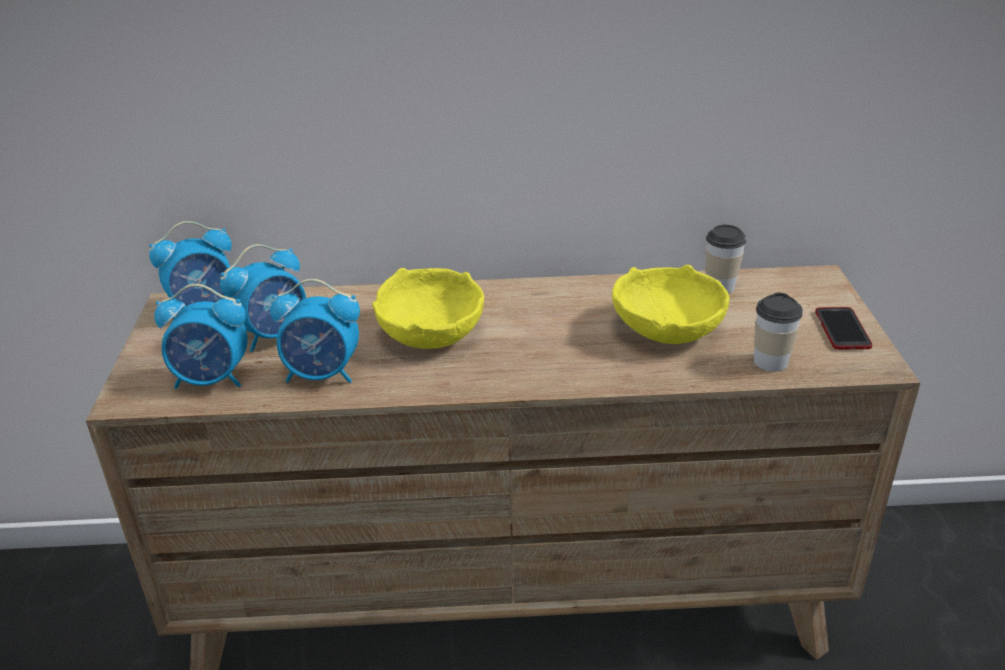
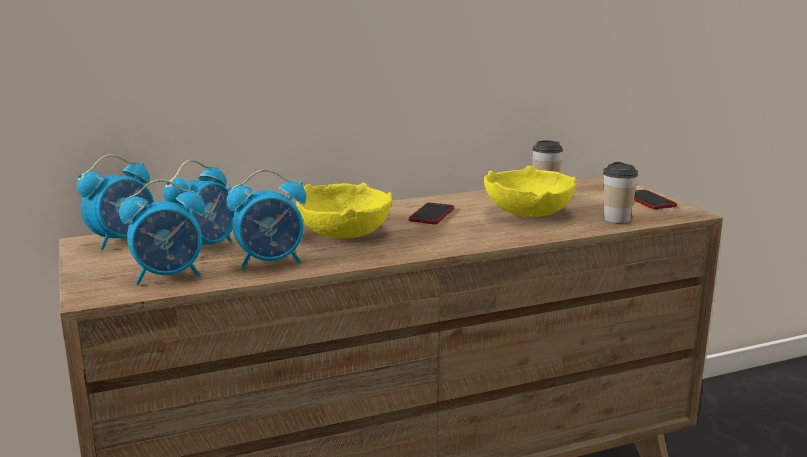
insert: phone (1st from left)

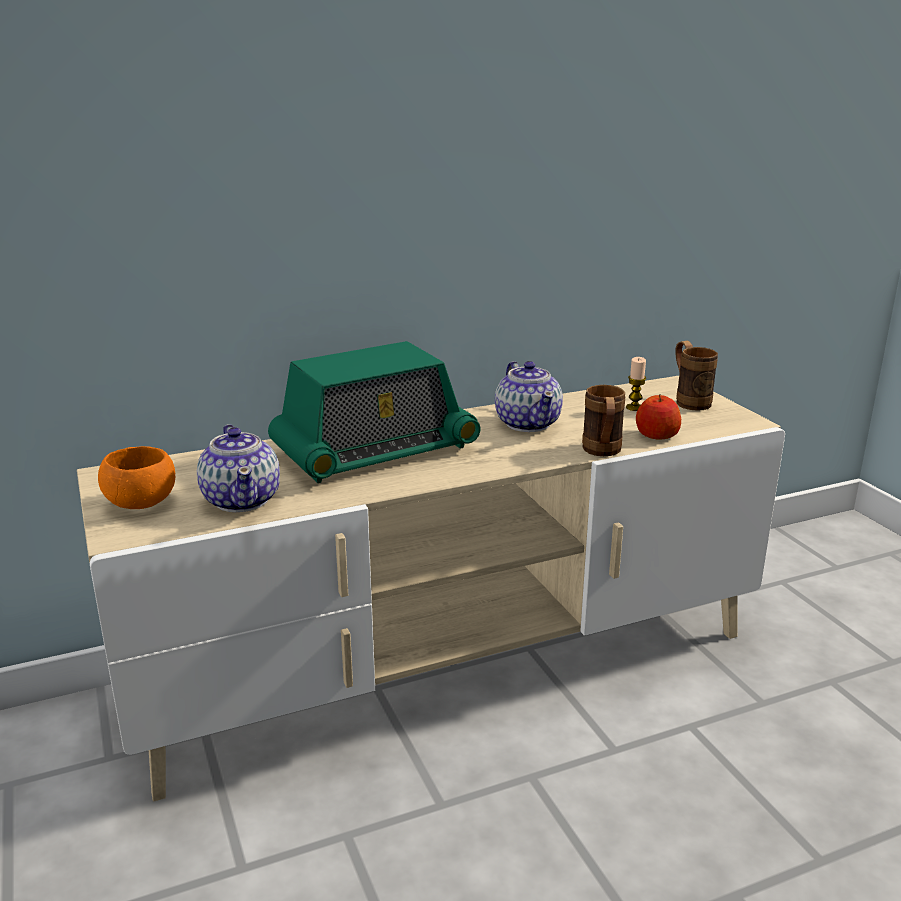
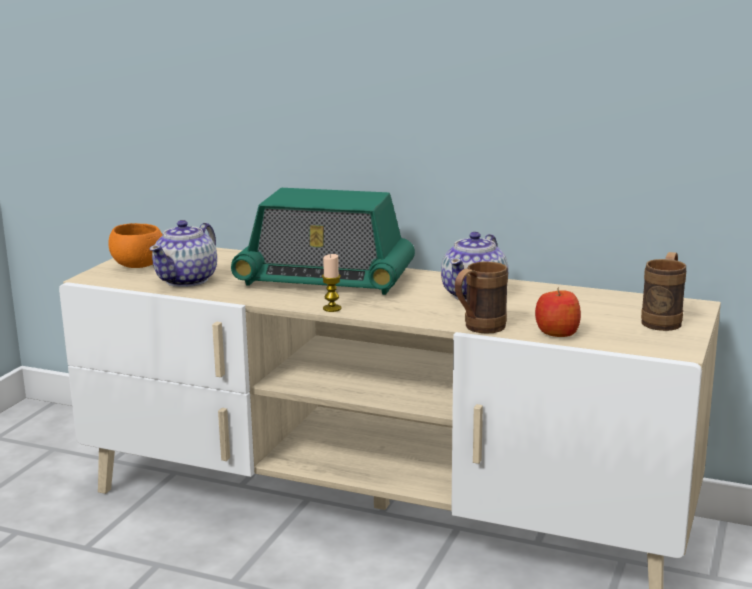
move: candle

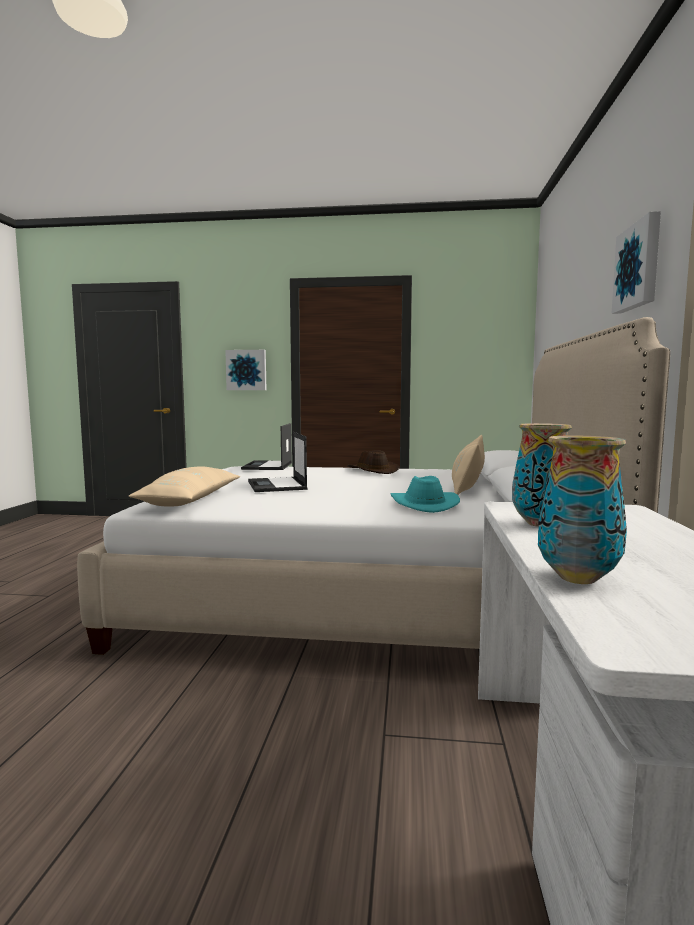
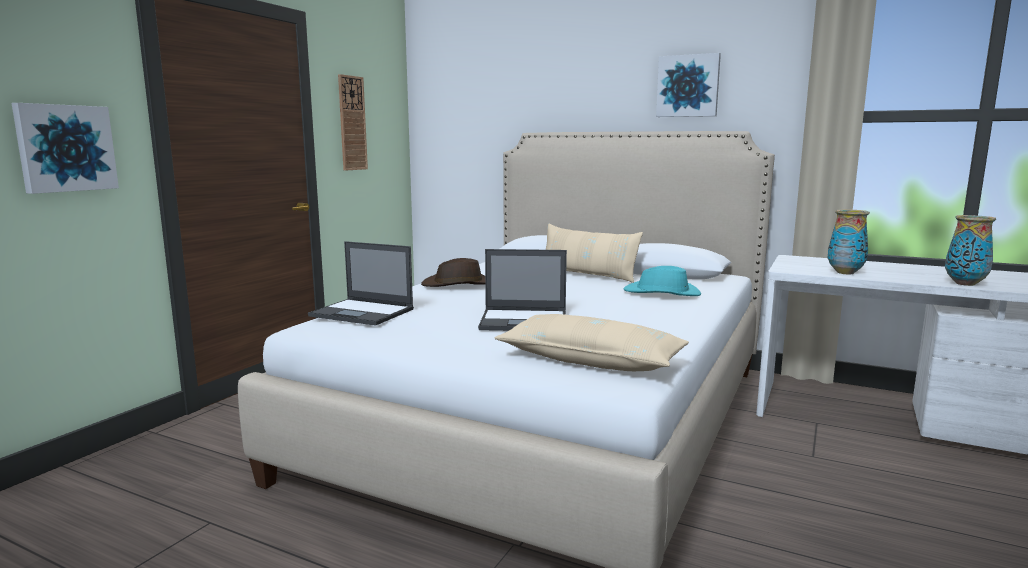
insert: wall clock

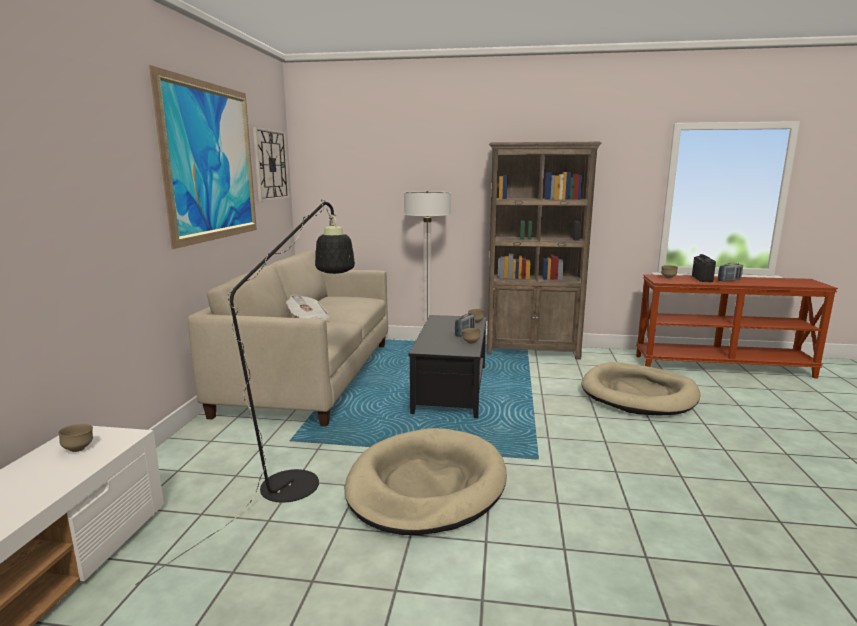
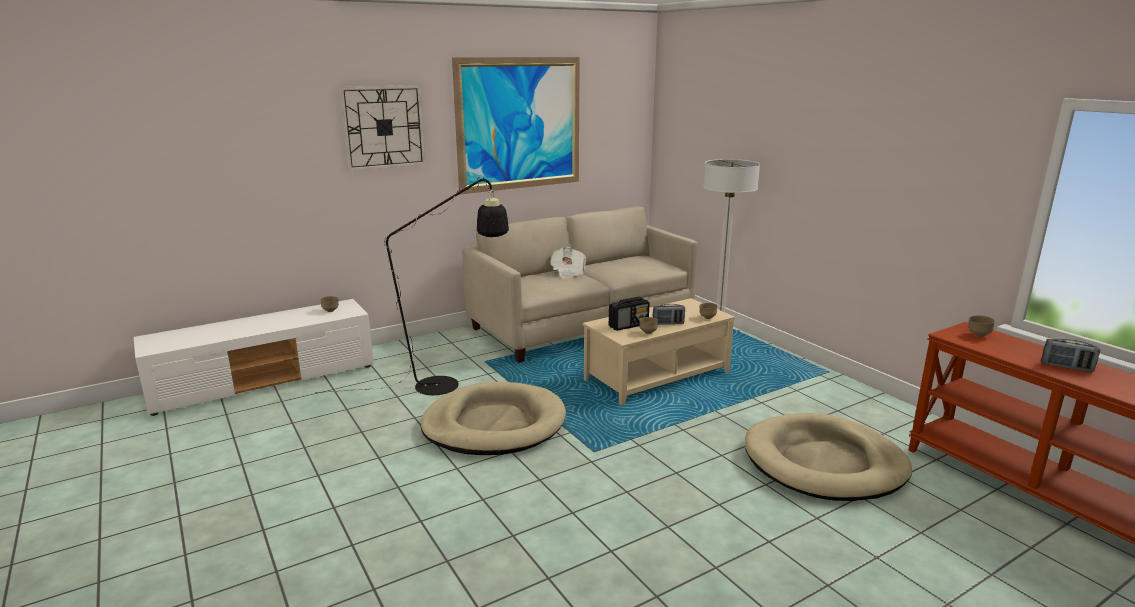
delete: brown bookcase
move: wall clock; radio (2nd from left in the first image) to radio (1st from left)
recolor: black coffee table to beige coffee table

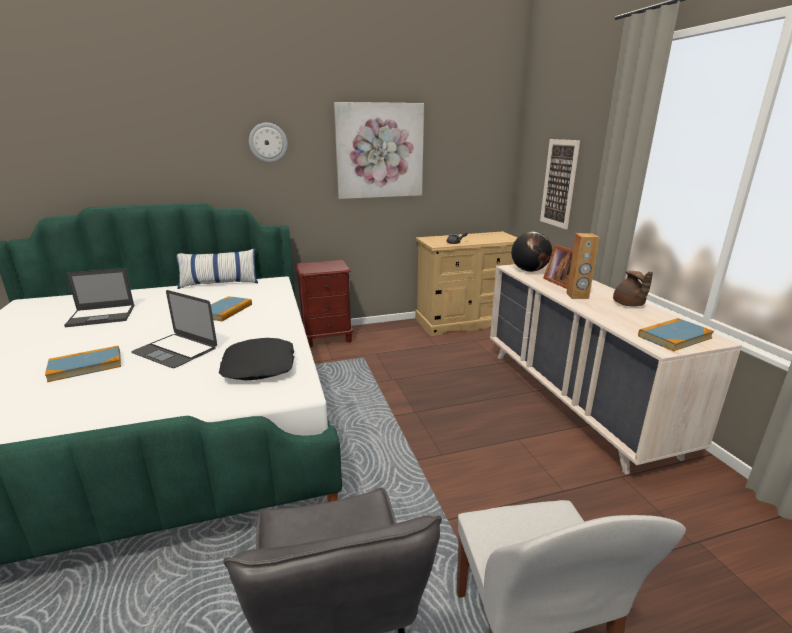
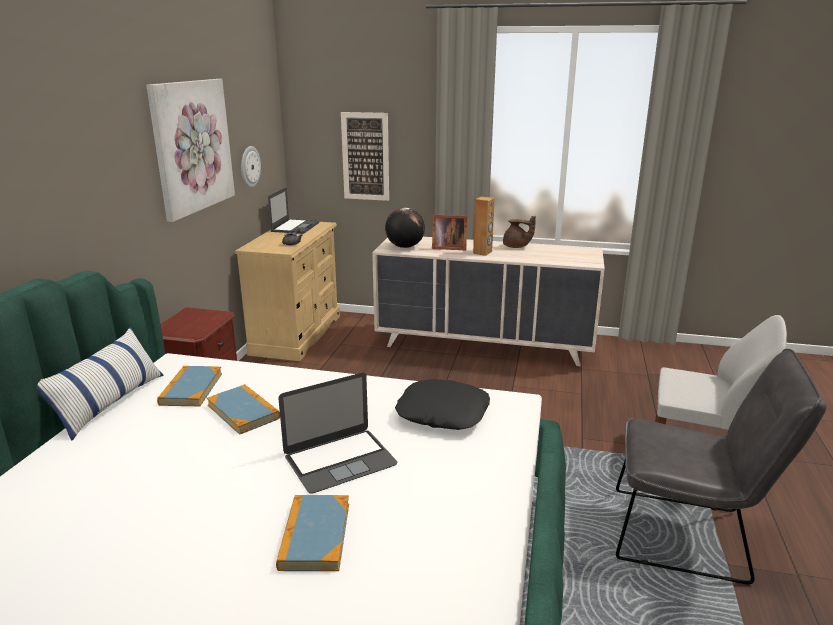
move: laptop (1st from left); wall clock; book (3rd from left in the first image) to book (1st from left)

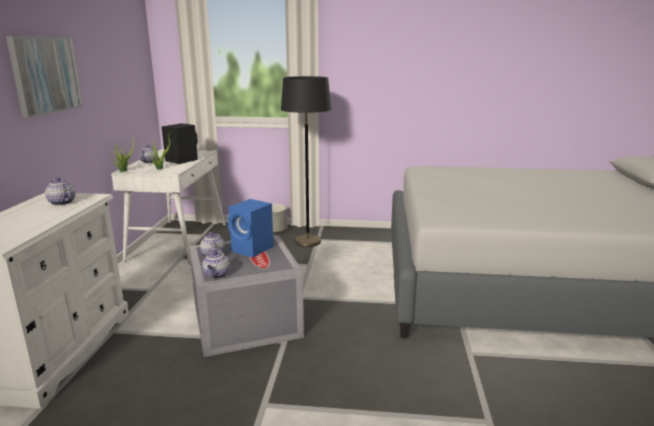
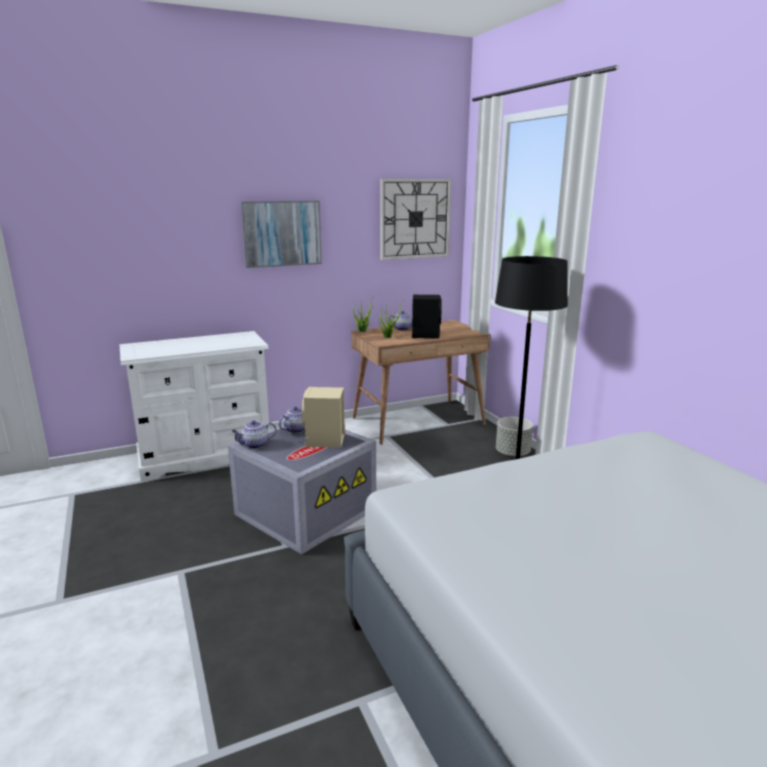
delete: teapot (1st from left)
insert: wall clock
recolor: white desk to brown desk; blue speaker to beige speaker

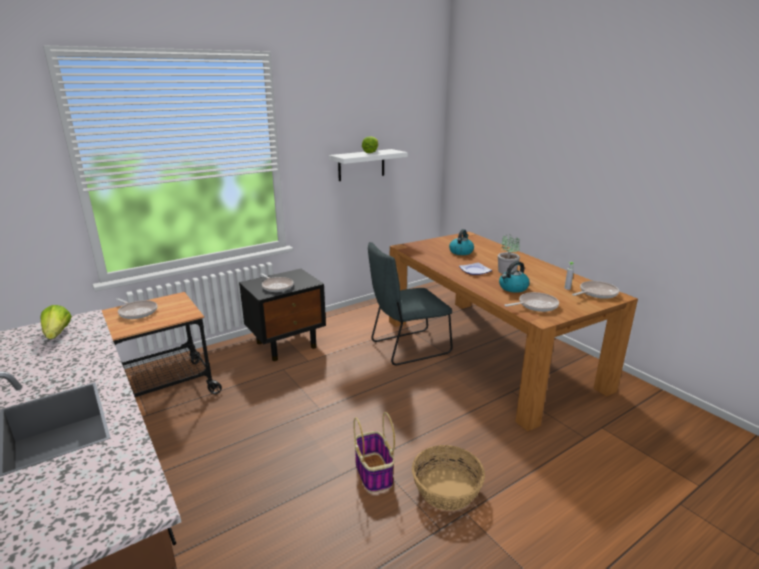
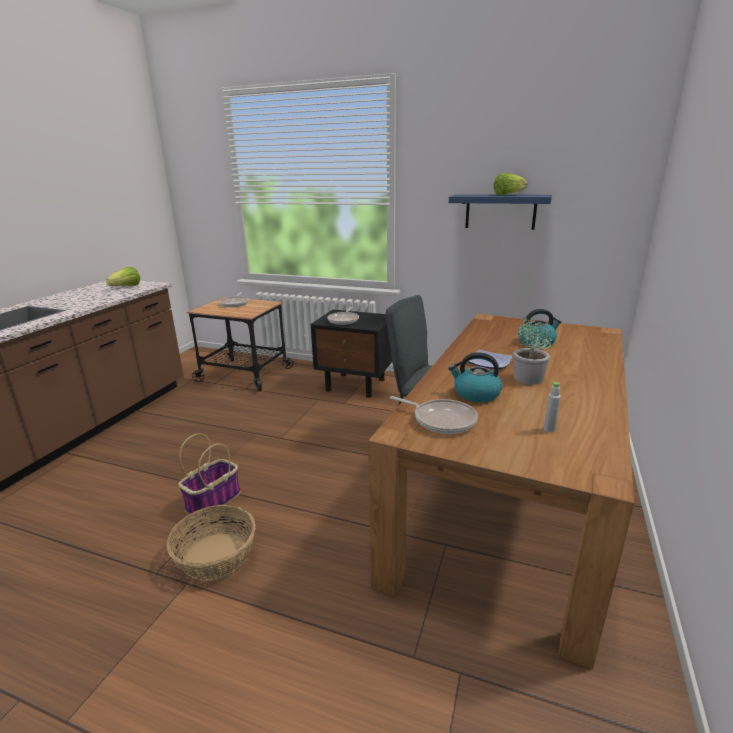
delete: frying pan (4th from left)
recolor: white shelf to blue shelf

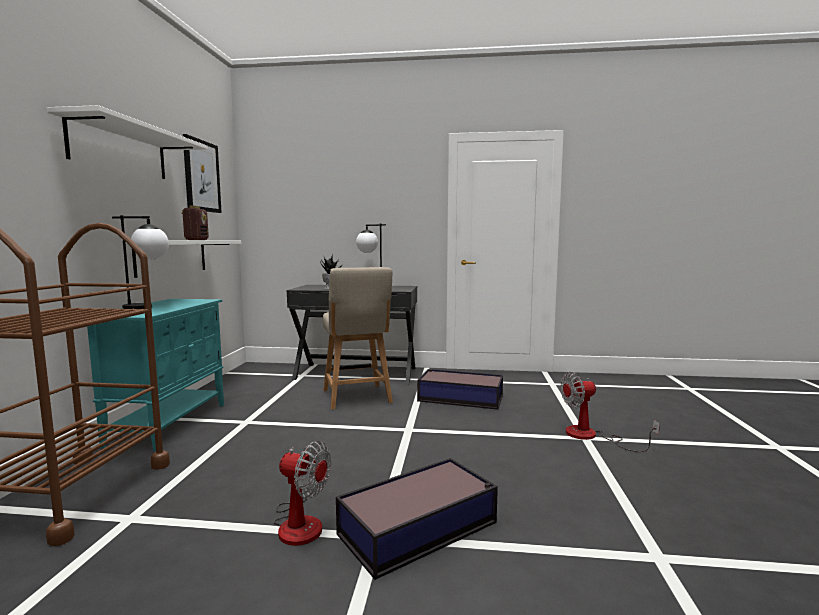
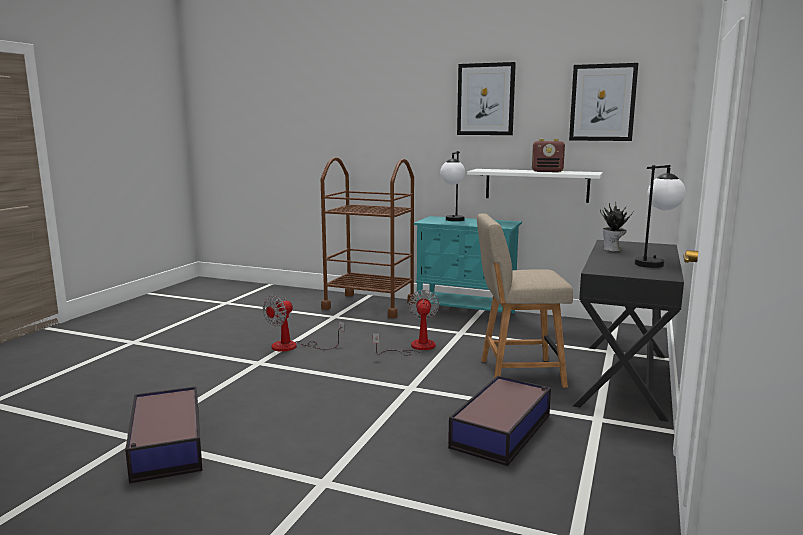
move: storage box (1st from left); fan (2nd from left)
replace: white shelf (1st from left) to picture (1st from left)

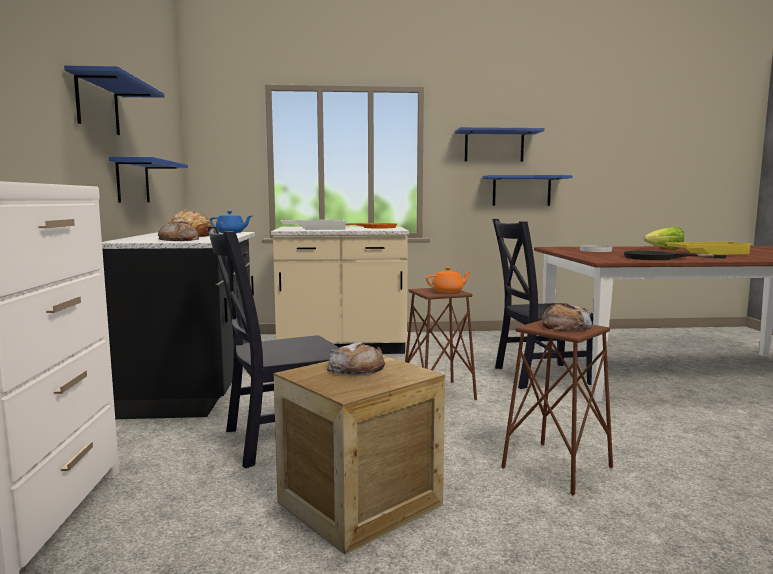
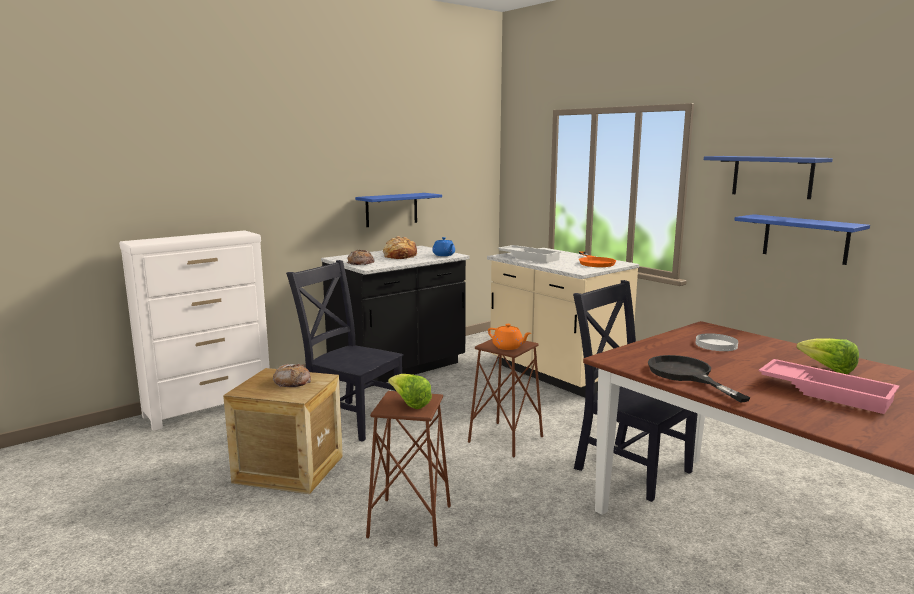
delete: blue shelf (1st from left)
replace: bread (4th from left) to lettuce (1st from left)
recolor: yellow tray to pink tray

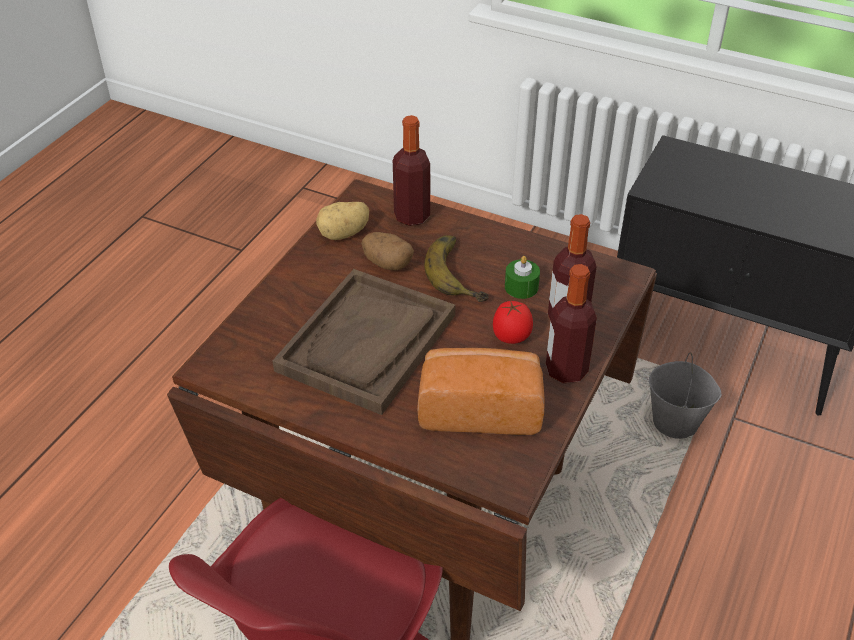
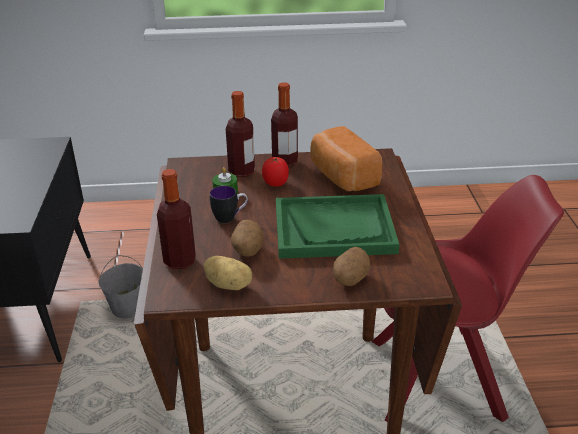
insert: potato (3rd from left)
replace: banana to mug
recolor: brown tray to green tray

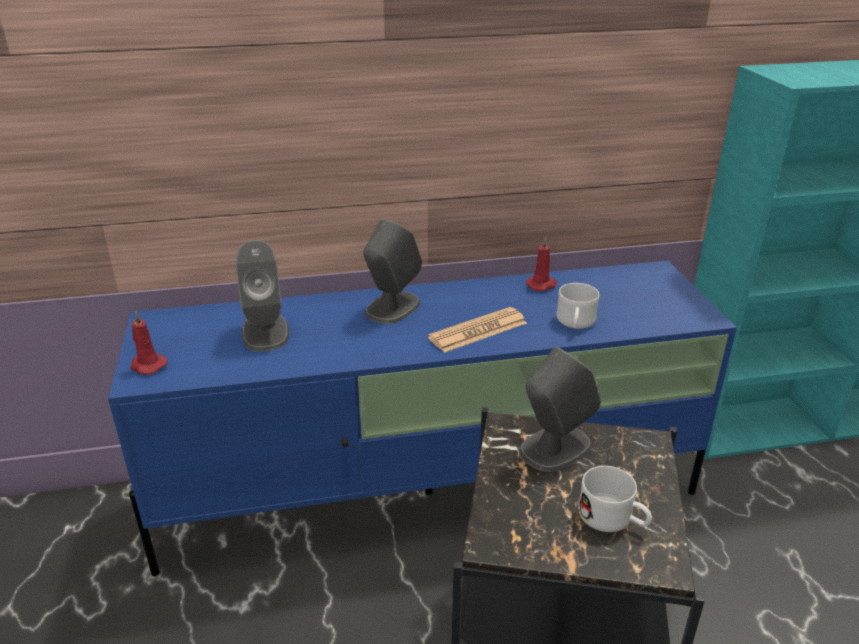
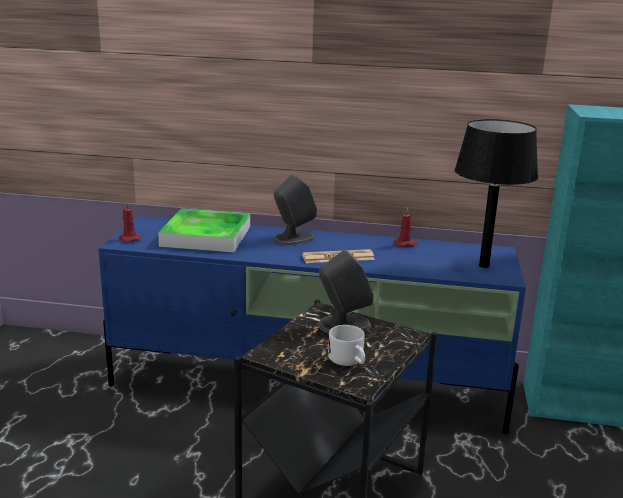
delete: white mug (1st from left)
insert: black table lamp
replace: grey speaker (1st from left) to tray

